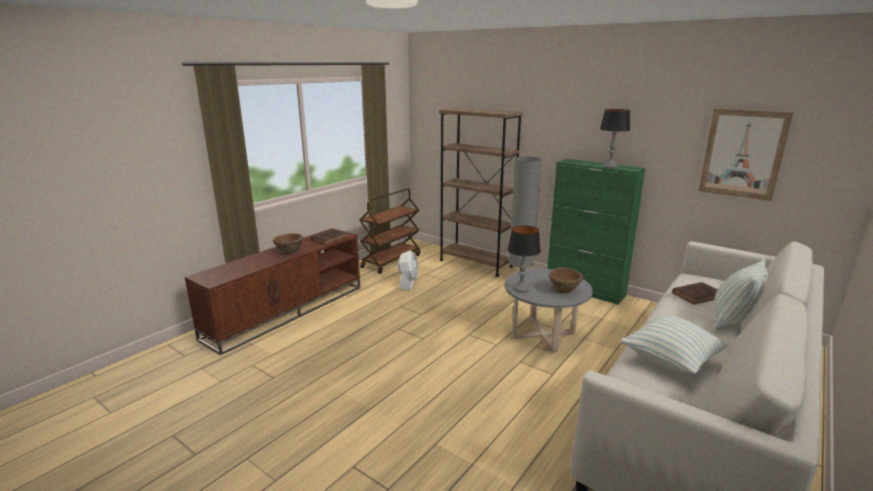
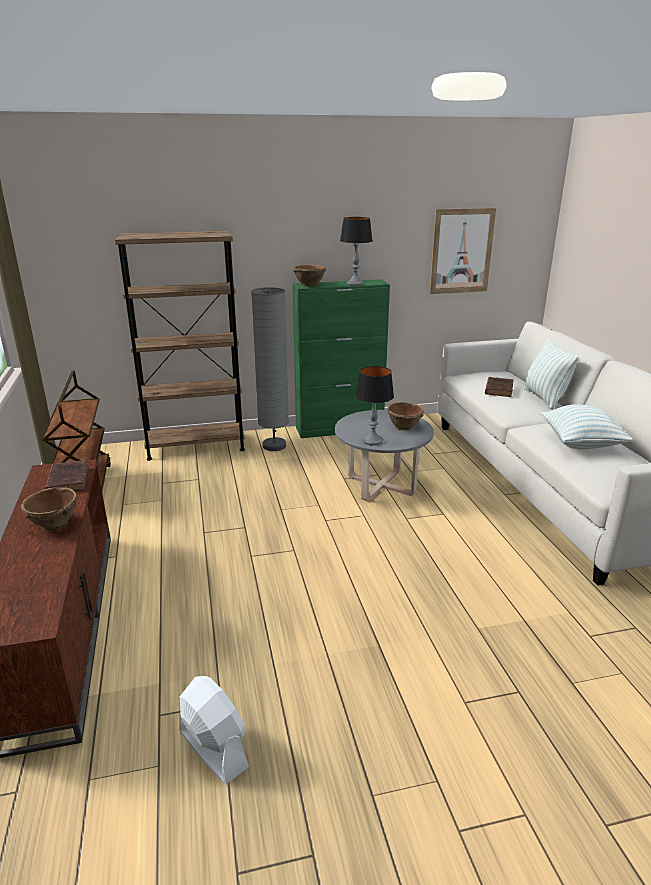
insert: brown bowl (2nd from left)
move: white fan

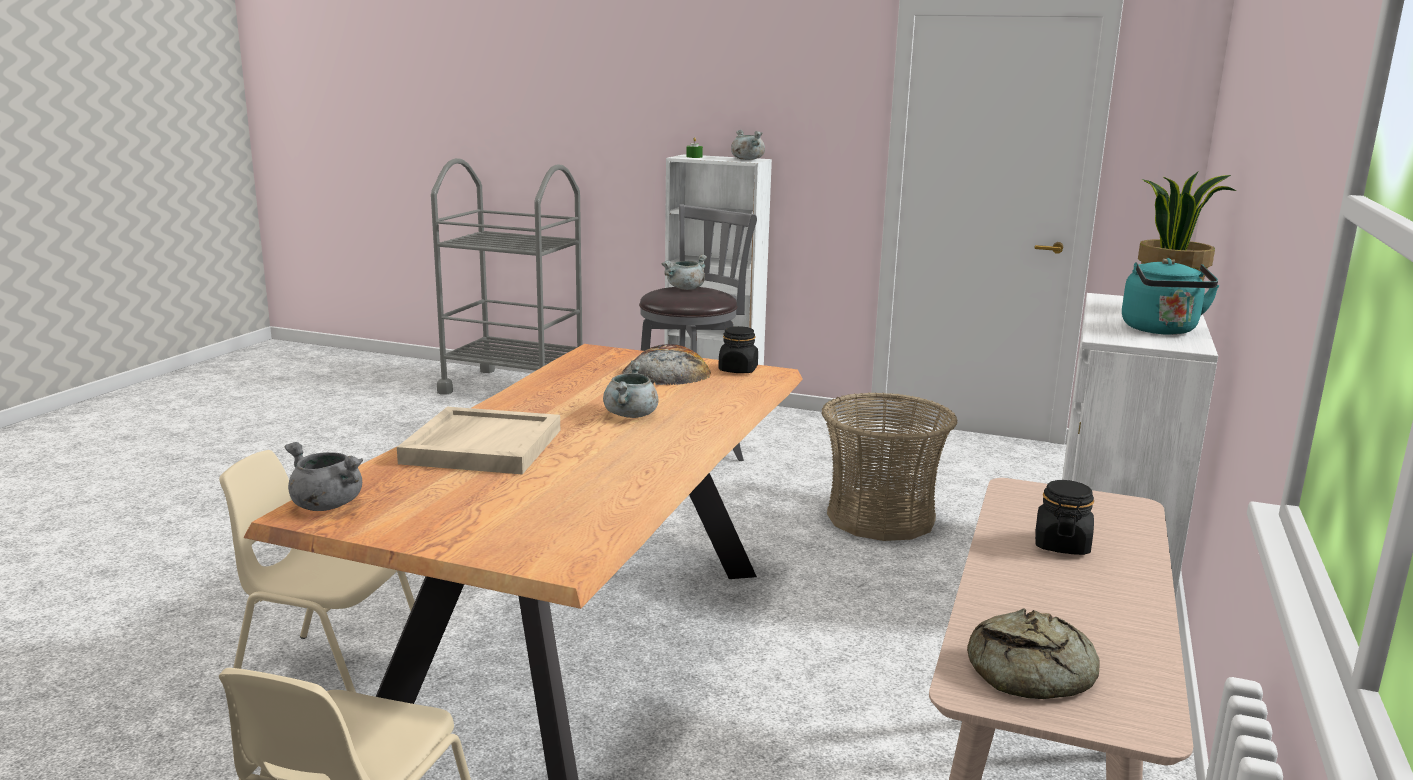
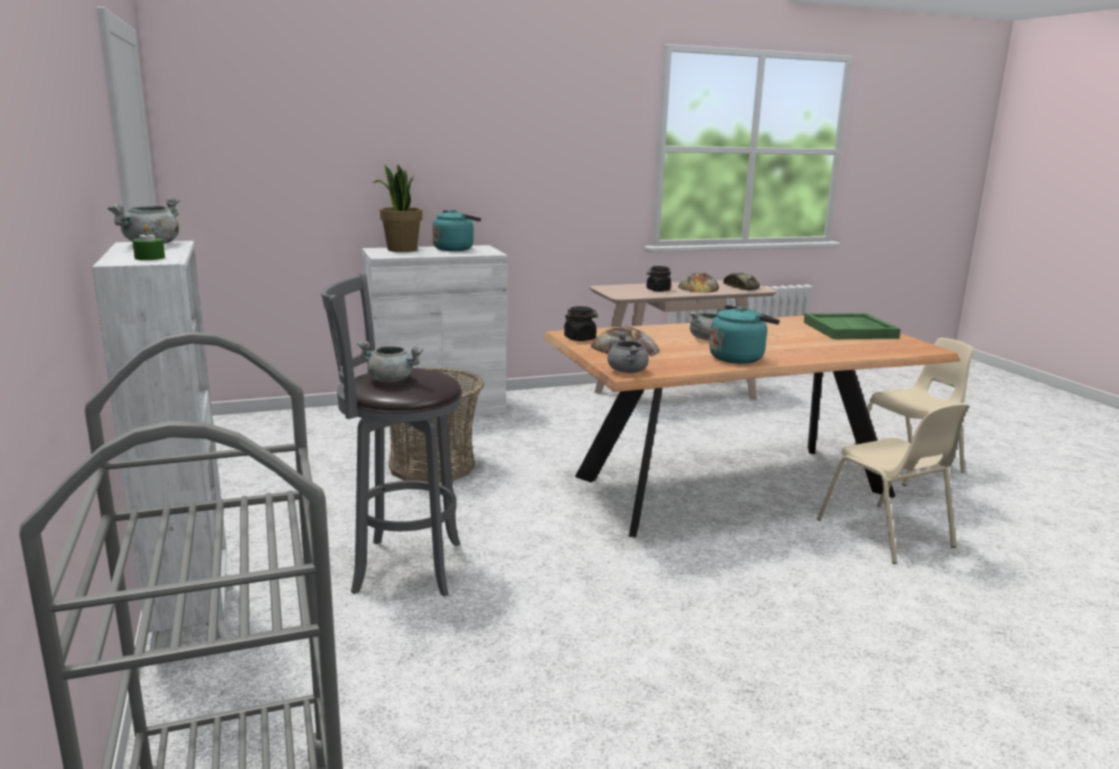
delete: beige tray
insert: bread (2nd from left); turquoise kettle (2nd from left); green tray
move: grey cooking pot (1st from left in the first image) to grey cooking pot (3rd from left)

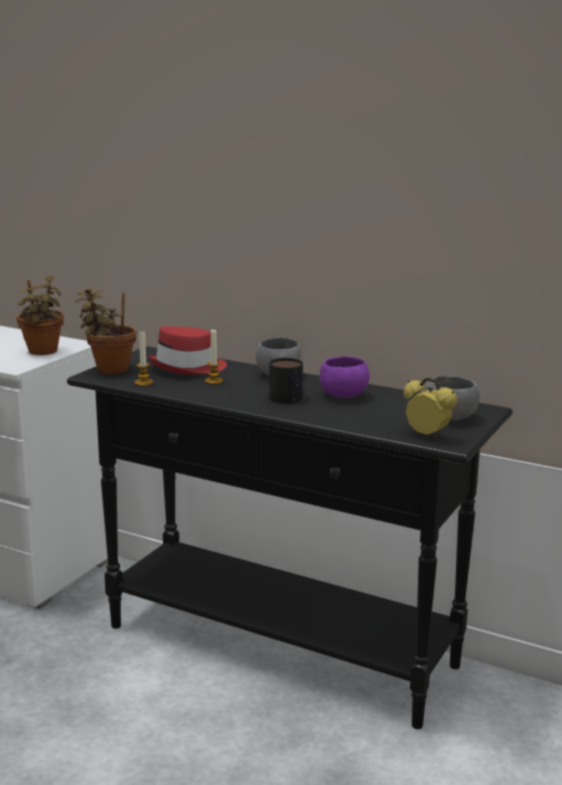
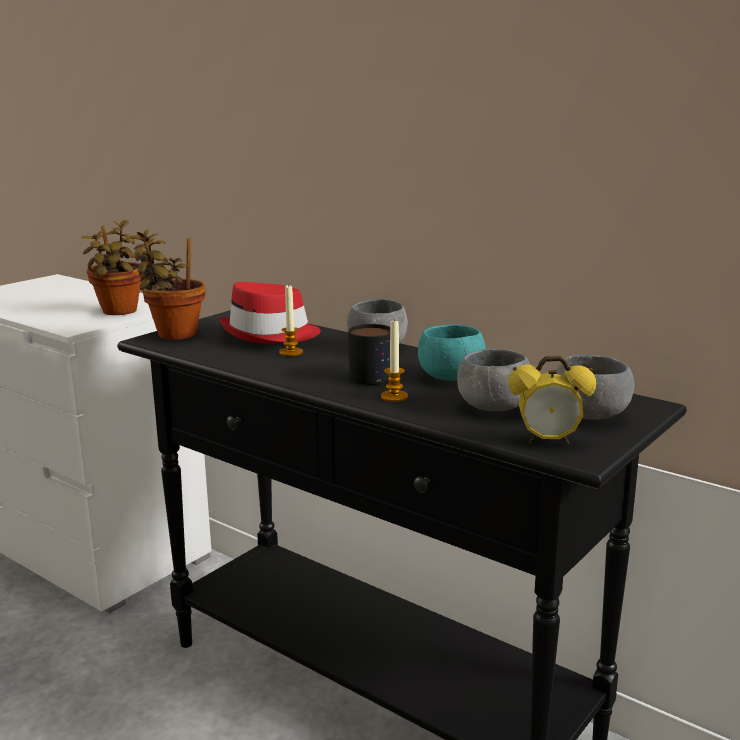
insert: grey bowl (2nd from left)
move: candle (1st from left in the first image) to candle (2nd from left)
recolor: purple bowl to turquoise bowl
rotate: alarm clock 135 degrees clockwise

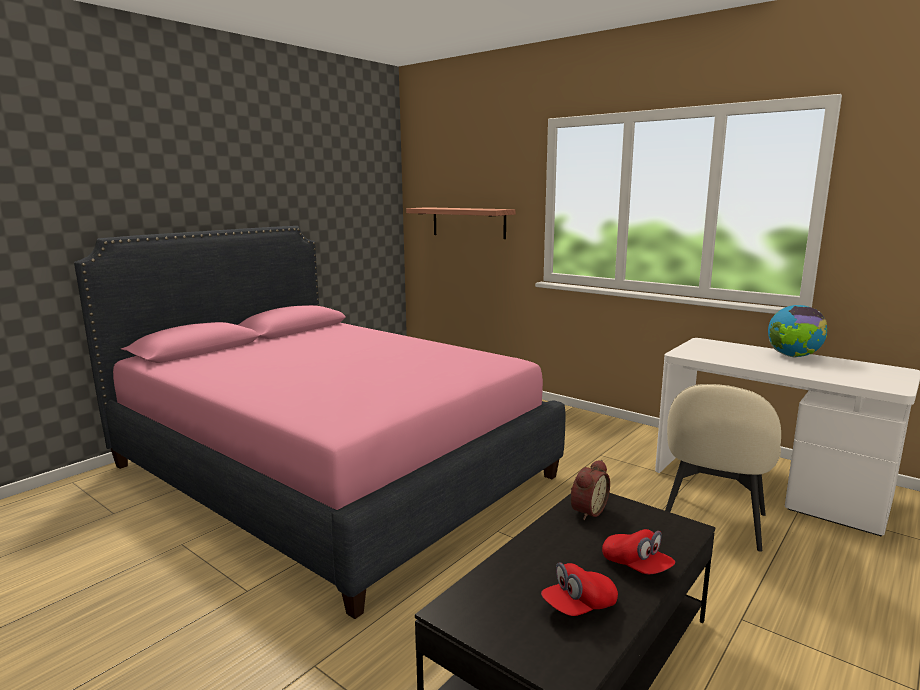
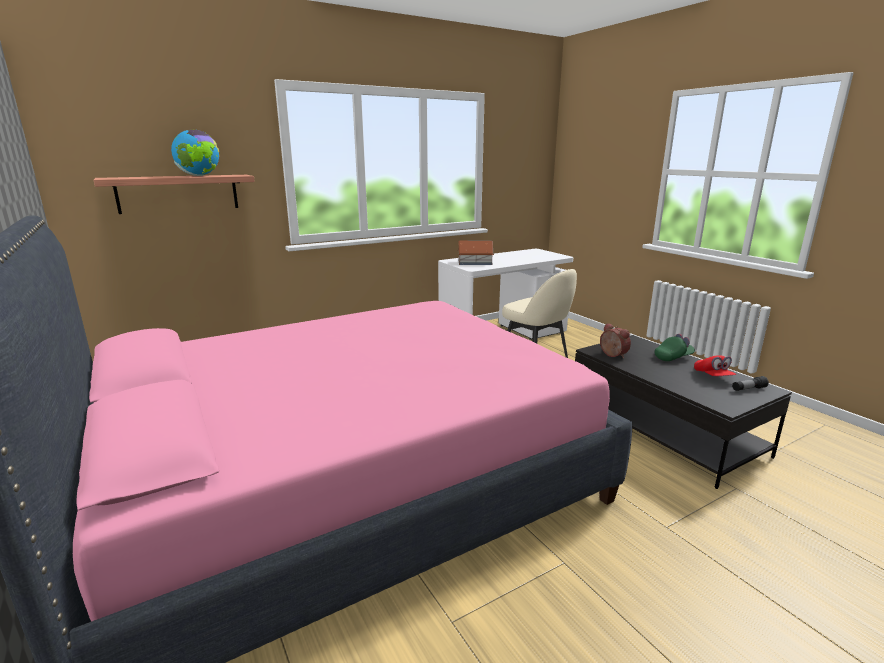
insert: toy house; flashlight
move: globe
recolor: red cap (2nd from left) to green cap

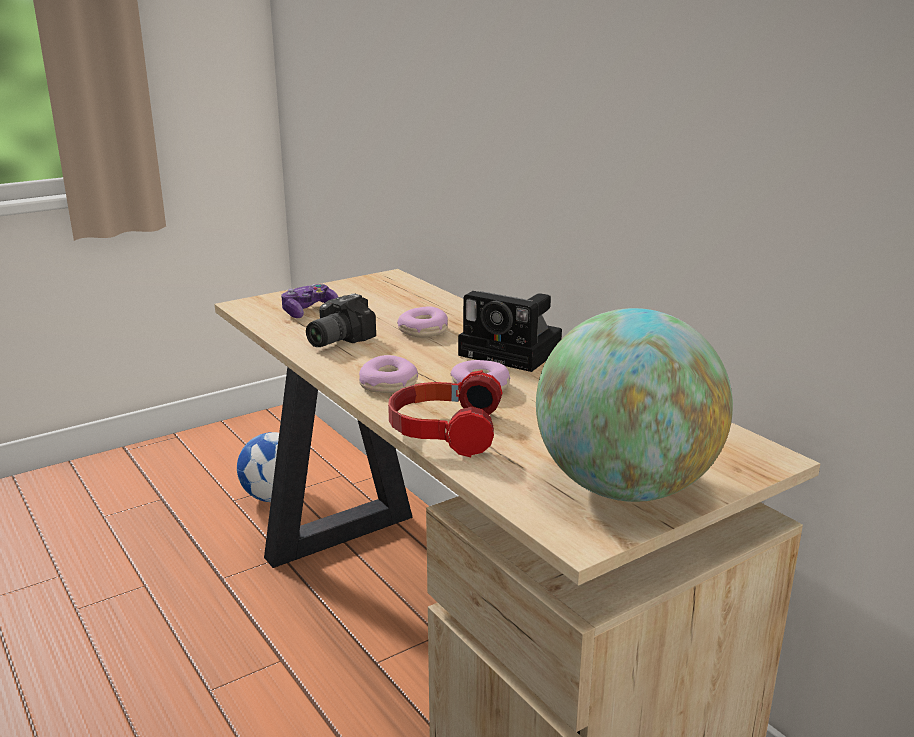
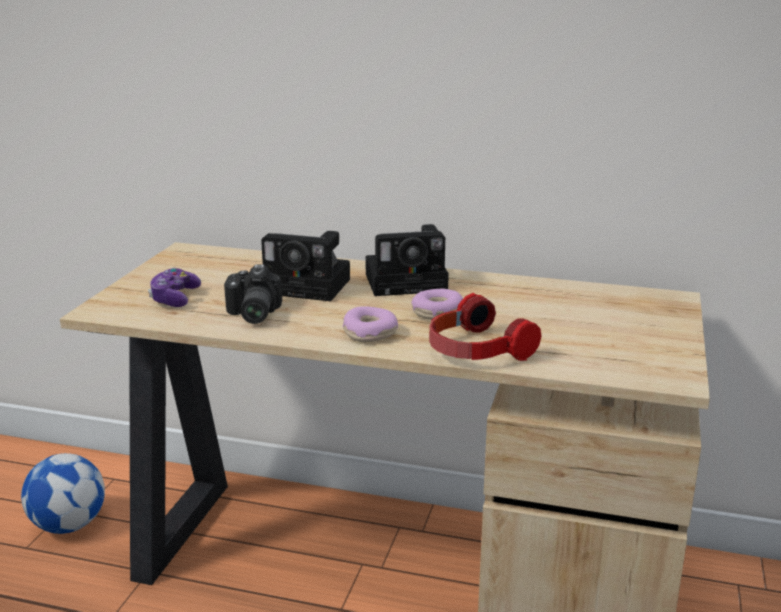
delete: globe
replace: donut (2nd from left) to photo camera (2nd from left)

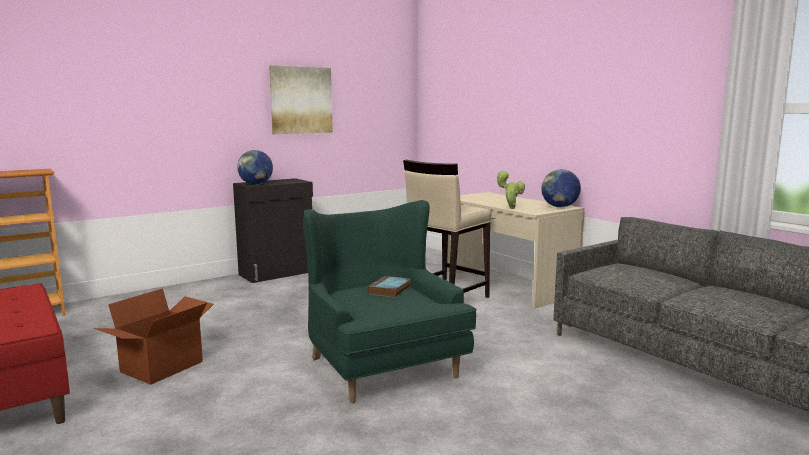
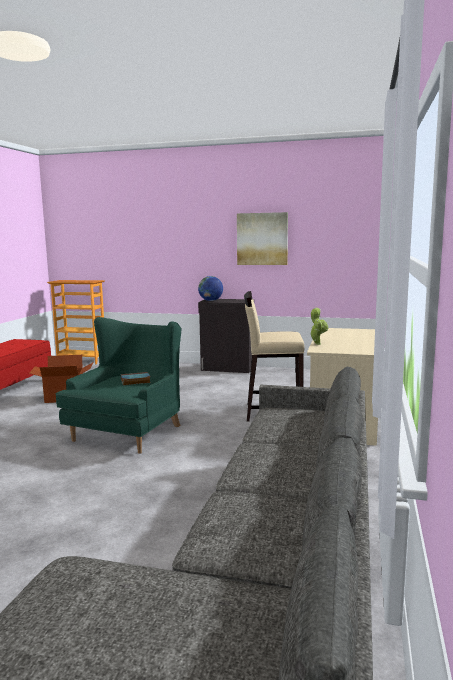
delete: globe (2nd from left)

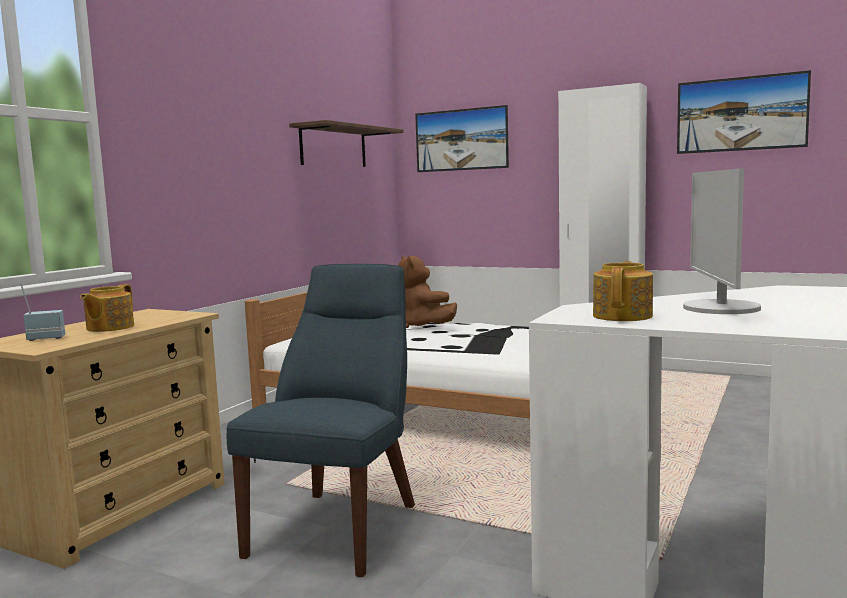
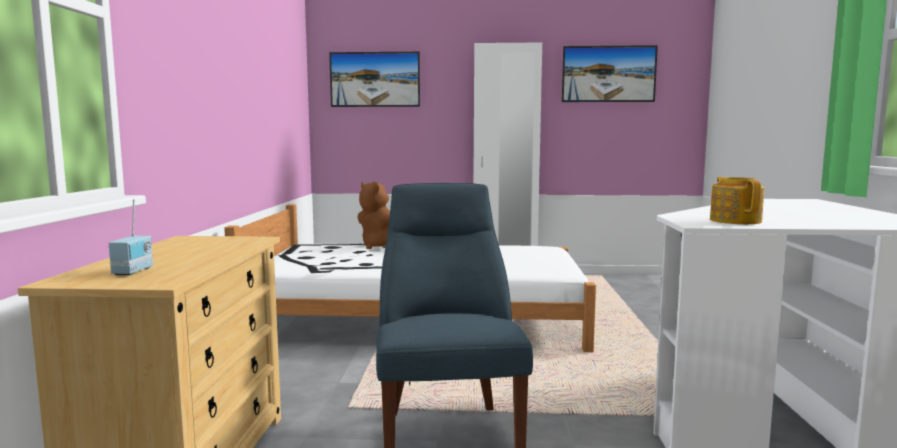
delete: teapot (1st from left); brown shelf; monitor
rotate: radio 135 degrees clockwise

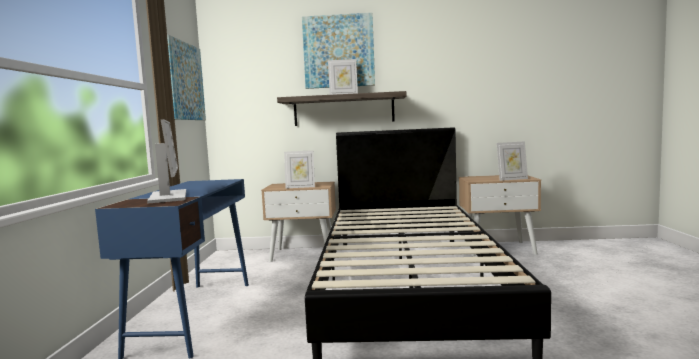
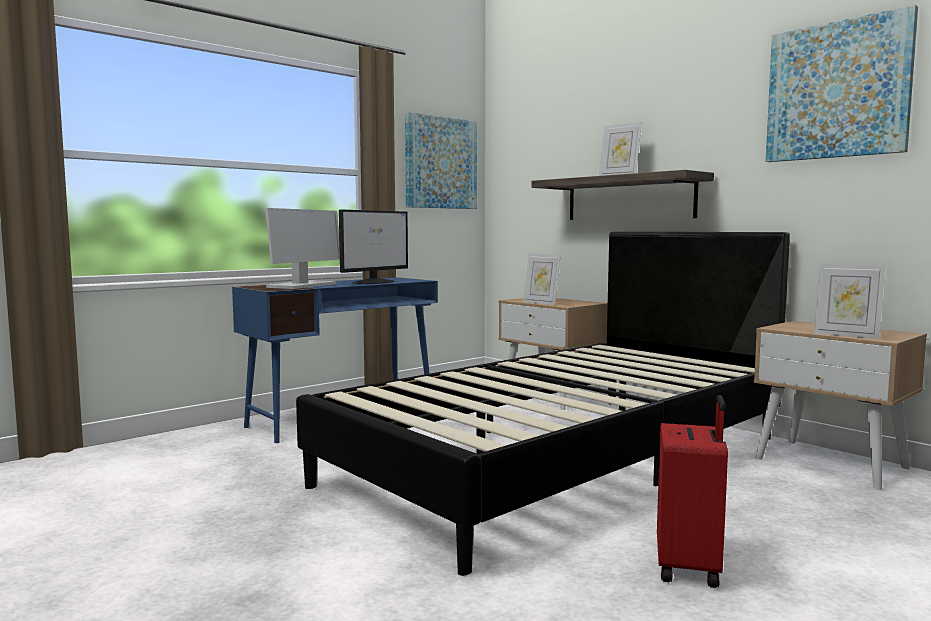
insert: monitor (2nd from left); red suitcase
move: picture (2nd from left)

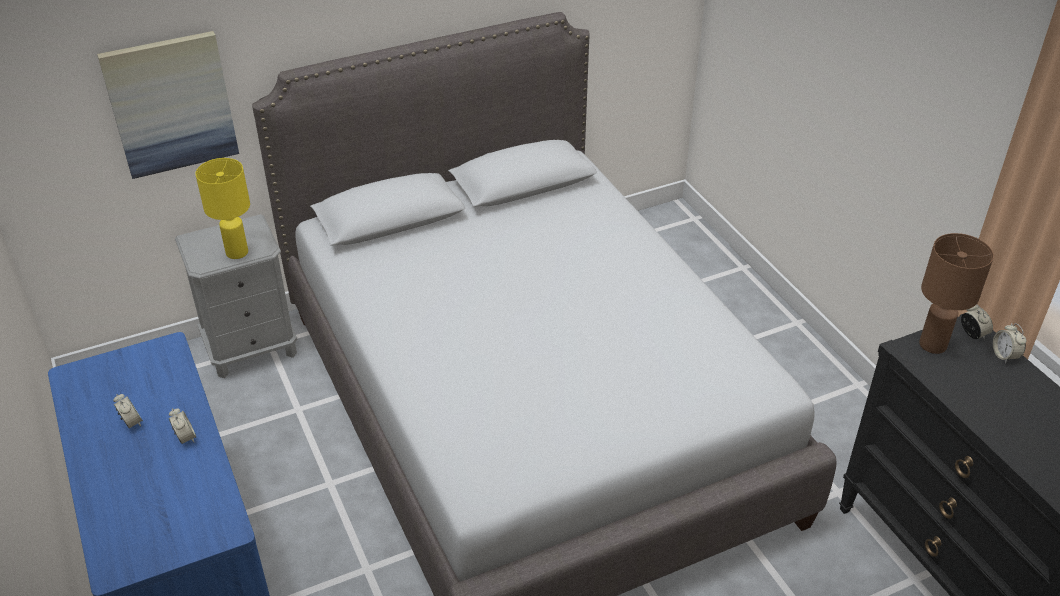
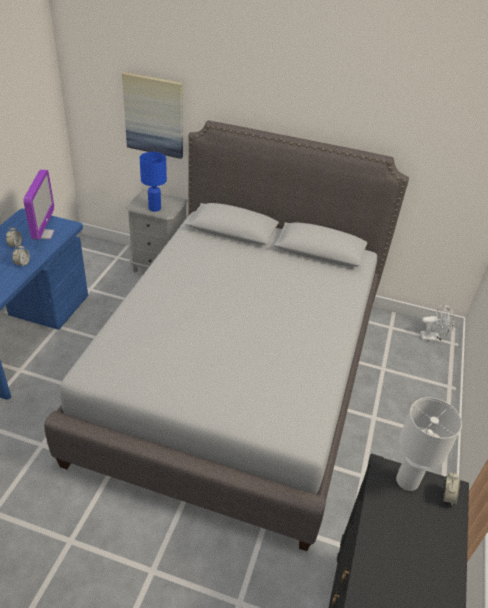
delete: alarm clock (4th from left)
insert: monitor; white fan
recolor: yellow table lamp to blue table lamp; brown table lamp to white table lamp

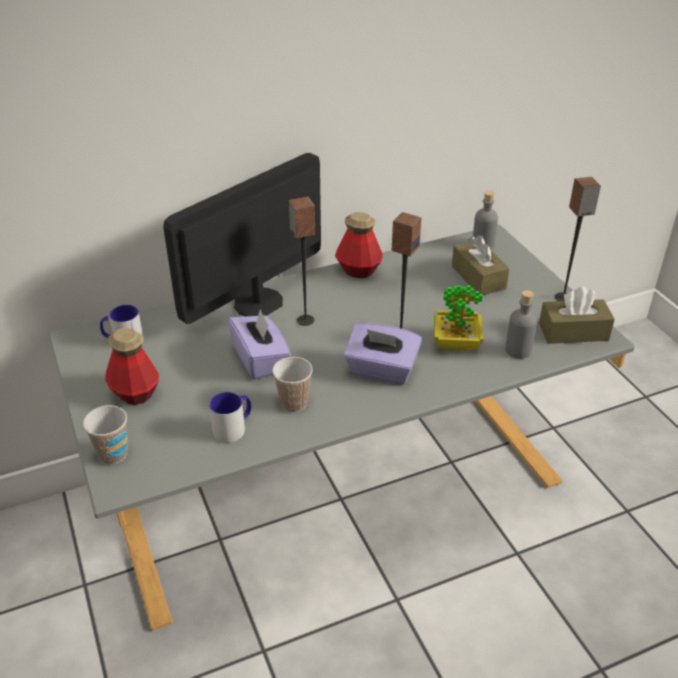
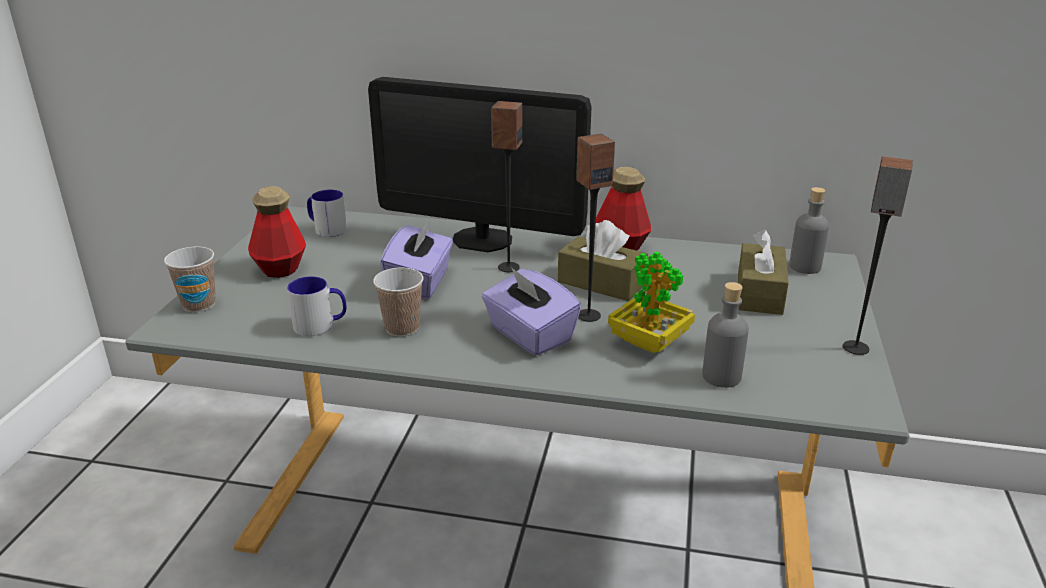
move: brown tissue box (2nd from left in the first image) to brown tissue box (1st from left)
rotate: monitor 150 degrees counterclockwise

